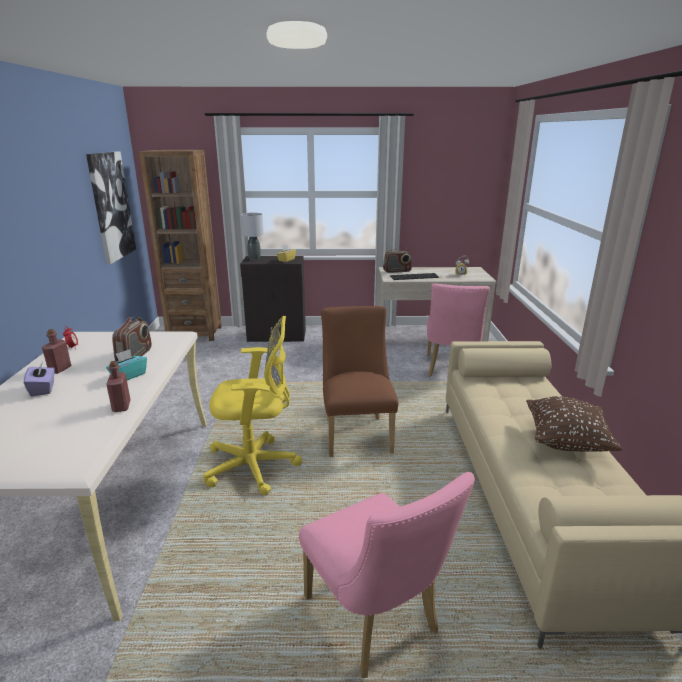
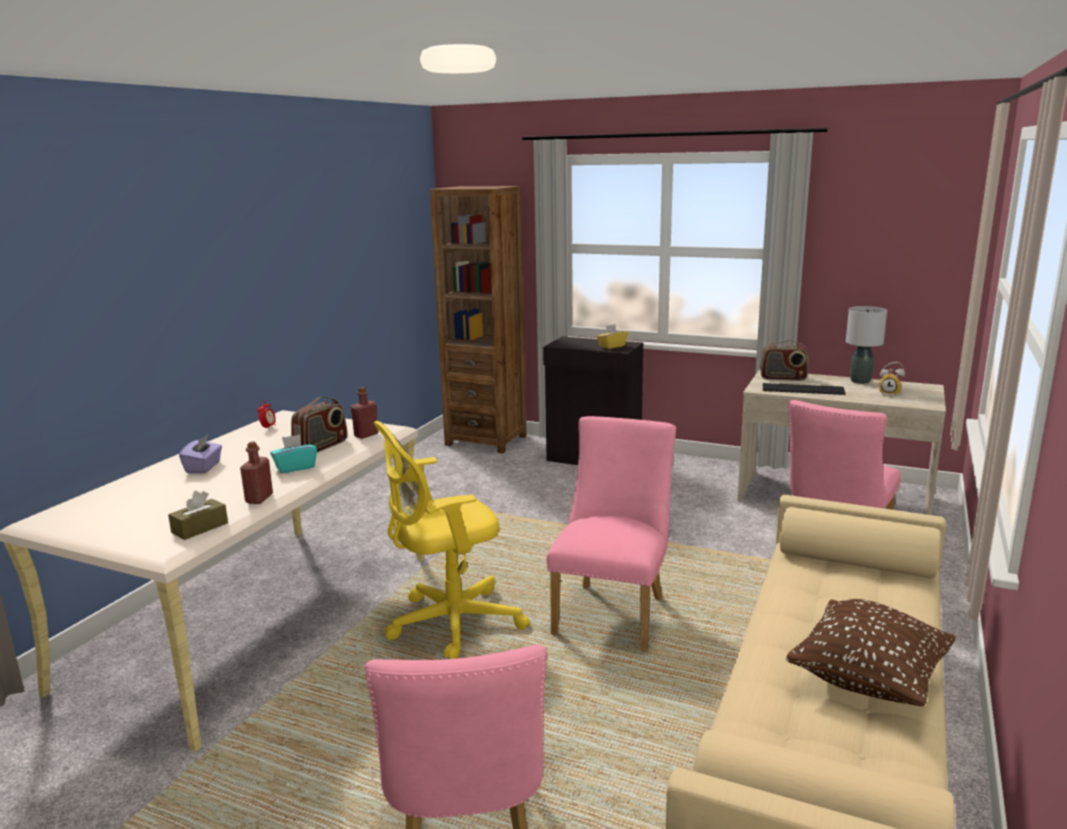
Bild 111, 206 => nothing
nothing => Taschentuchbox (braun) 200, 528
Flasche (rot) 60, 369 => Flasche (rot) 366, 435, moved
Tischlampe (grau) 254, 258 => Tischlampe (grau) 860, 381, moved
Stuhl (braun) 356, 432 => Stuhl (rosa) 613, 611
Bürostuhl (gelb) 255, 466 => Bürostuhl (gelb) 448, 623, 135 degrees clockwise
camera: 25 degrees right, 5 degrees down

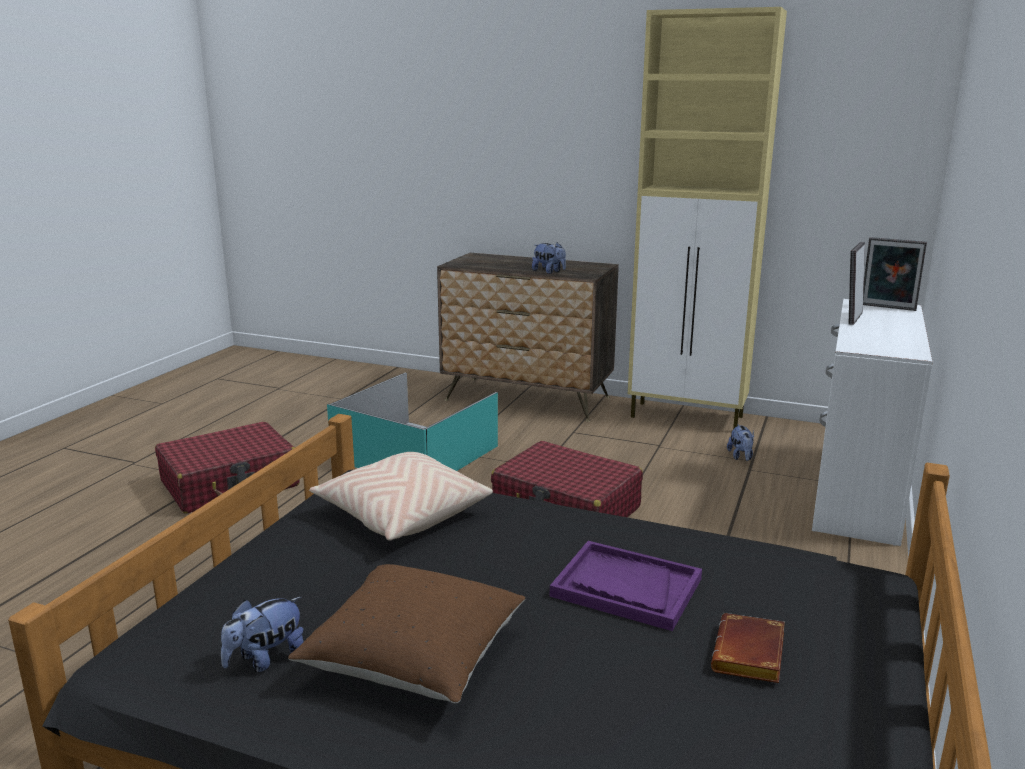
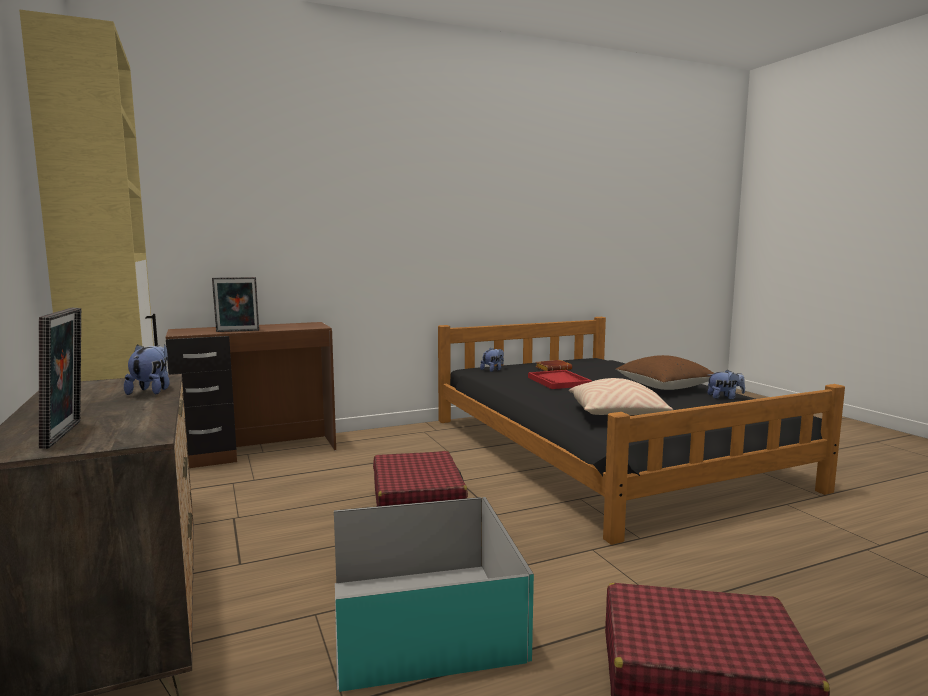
Plüschtier 741, 457 => Plüschtier 493, 370, moved
Bilderrahmen 887, 308 => Bilderrahmen 68, 434, moved
Tablett (lila) 626, 588 => Tablett (rot) 559, 381
Schreibtisch (weiß) 855, 491 => Schreibtisch (braun) 258, 452
camera: 135 degrees left, 10 degrees down

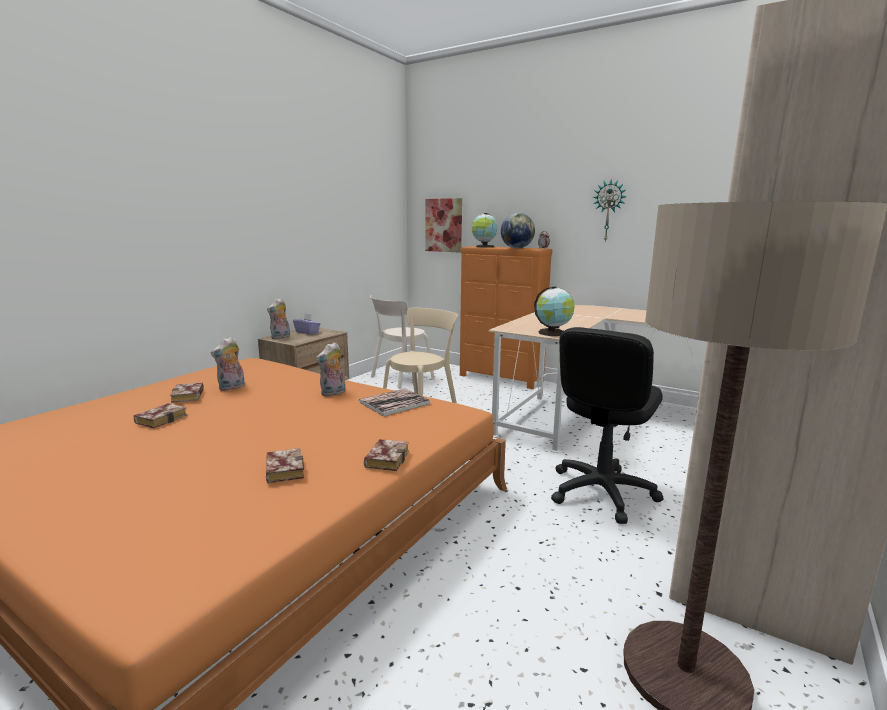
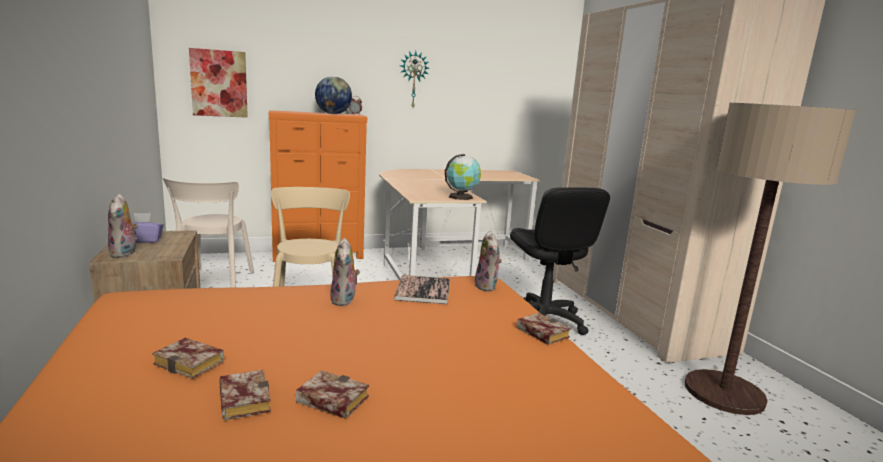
Globus 484, 247 => nothing
Plüschtier 232, 387 => Plüschtier 487, 287, moved
Buch 283, 469 => Buch 329, 400, moved
camera: 50 degrees left, 0 degrees up

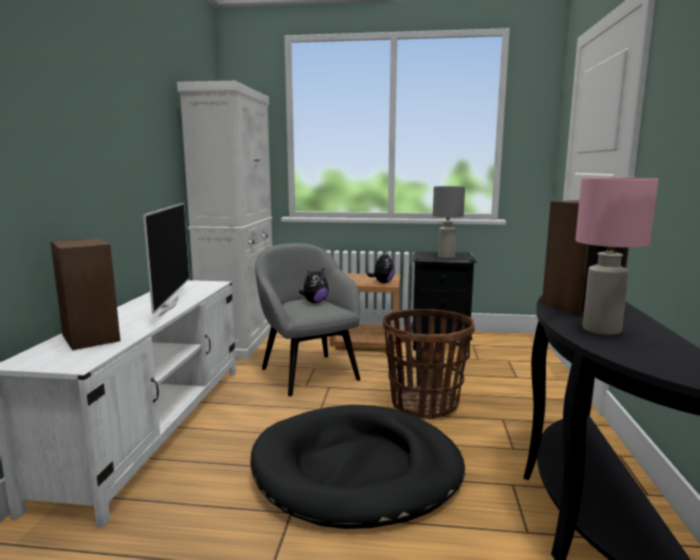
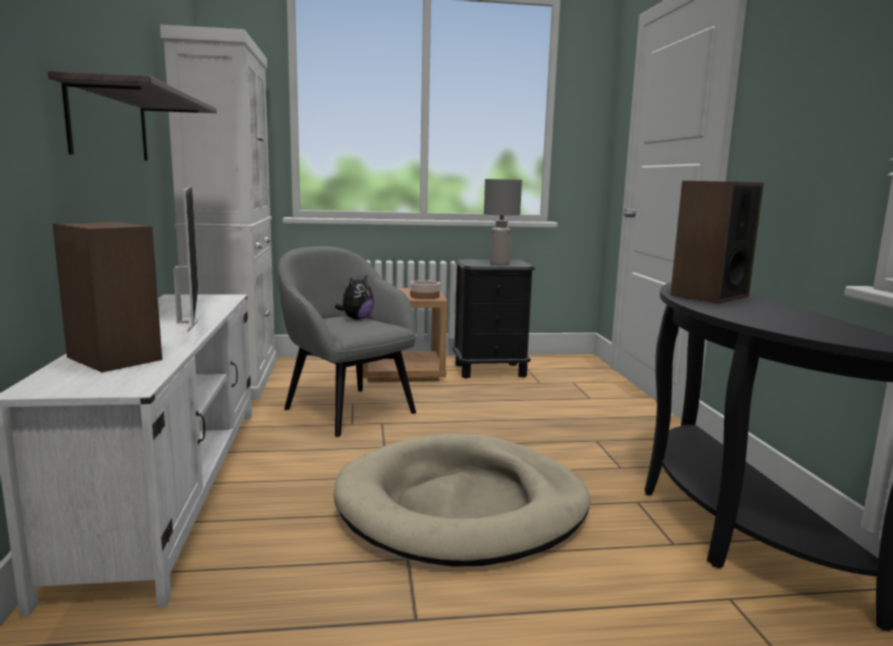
Korb 424, 404 => nothing
Tischlampe (rosa) 600, 329 => nothing
nothing => Wandregal 110, 125
Plüschtier 382, 282 => Schüssel 424, 296
Hundebett (schwarz) 357, 470 => Hundebett (beige) 462, 506
camera: 15 degrees left, 0 degrees up

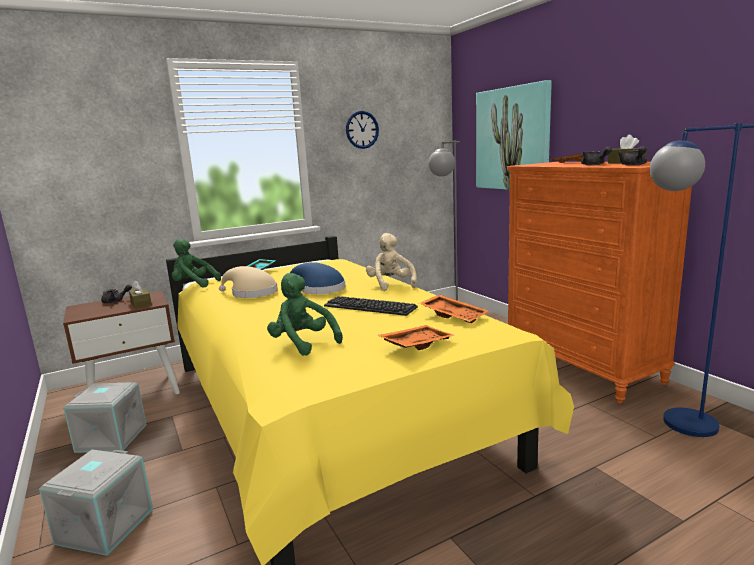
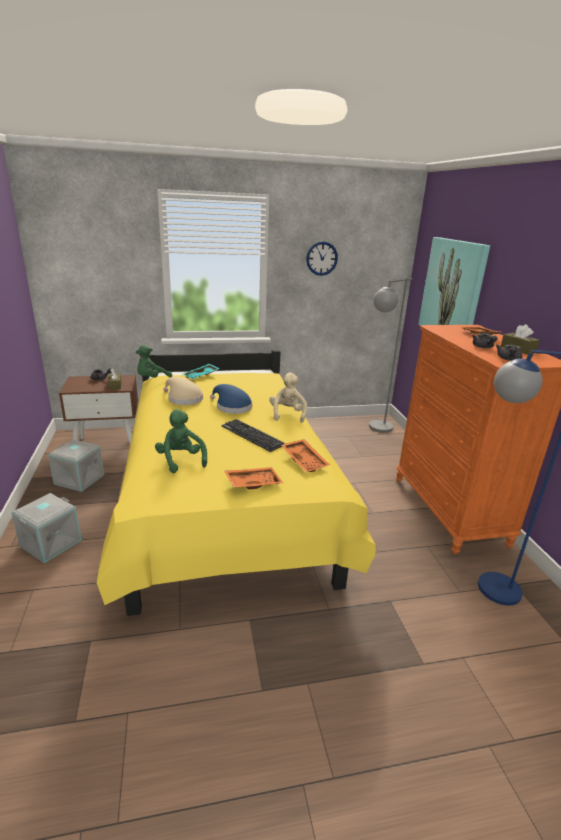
Plüschtier (grün) 193, 285 => Plüschtier (grün) 152, 379, 75 degrees counterclockwise
camera: 15 degrees right, 10 degrees up

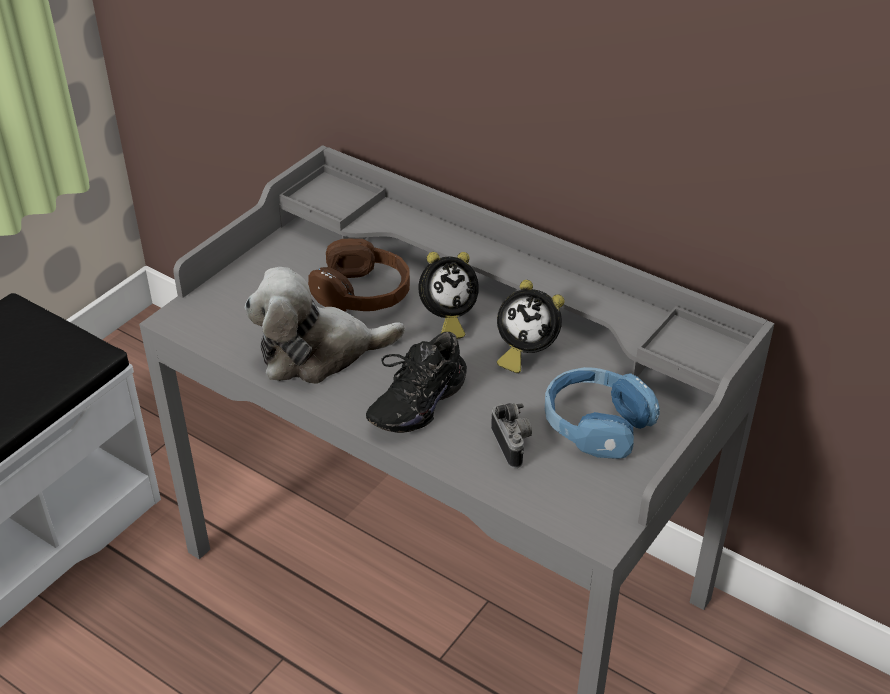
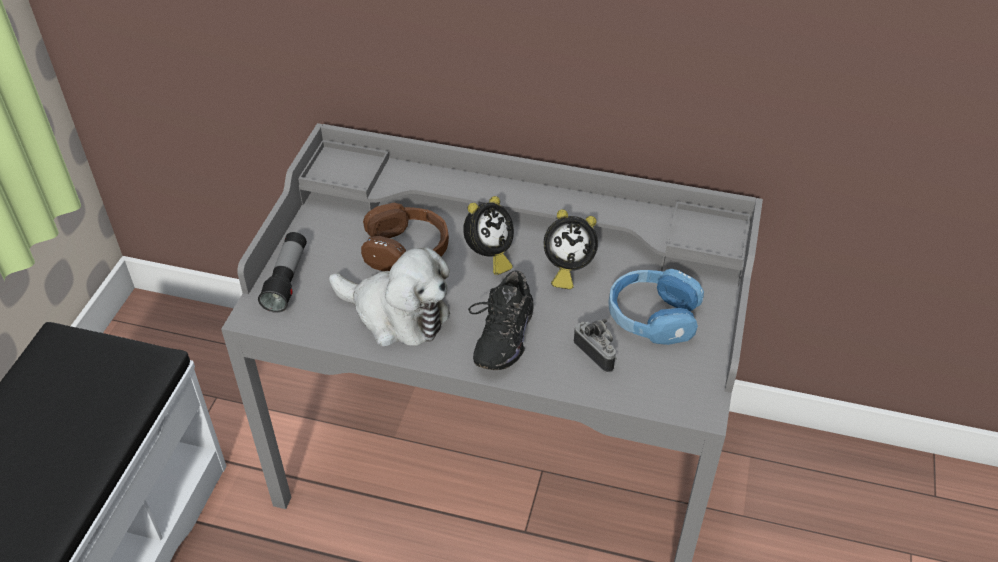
nothing => Taschenlampe 287, 280
Plüschtier 318, 353 => Plüschtier 396, 314, 120 degrees counterclockwise
camera: 20 degrees left, 5 degrees up

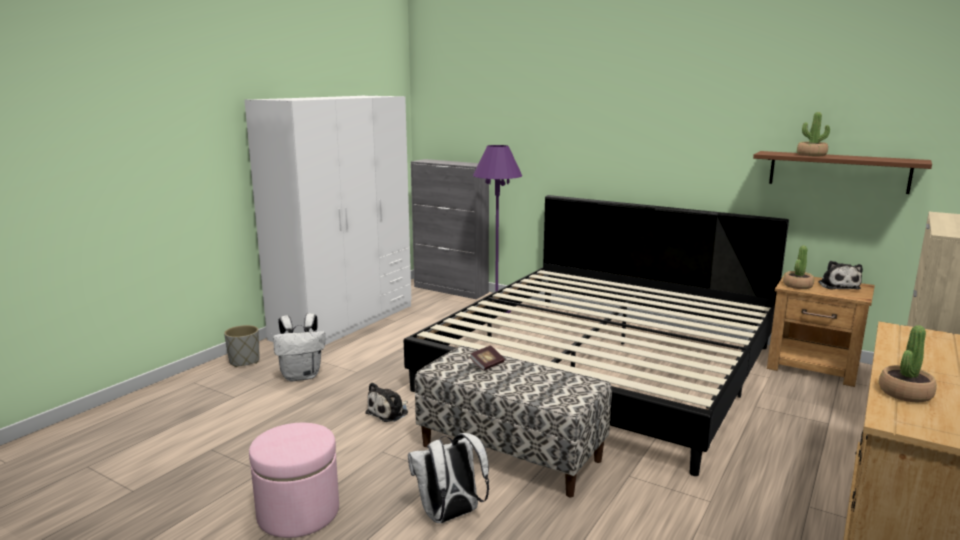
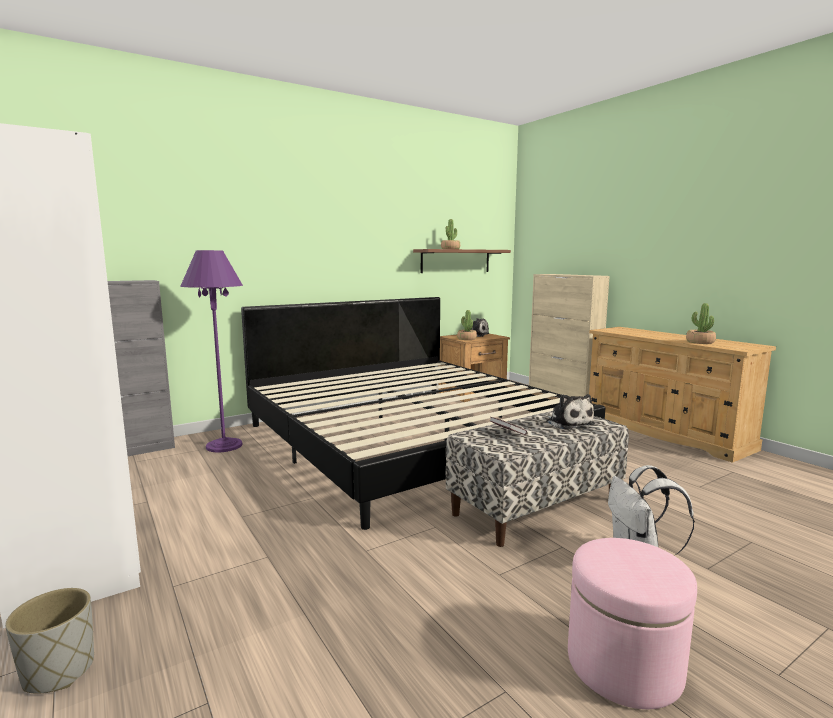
Rucksack (weiß) 302, 376 => nothing
Plüschtier 389, 412 => Plüschtier 568, 423, moved
camera: 65 degrees left, 5 degrees down

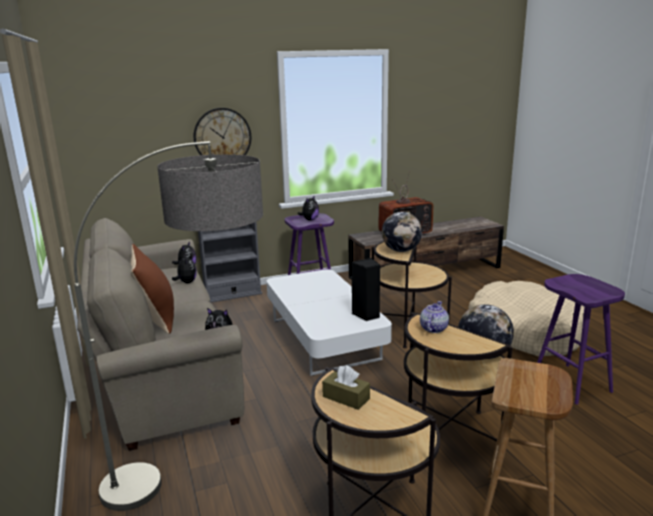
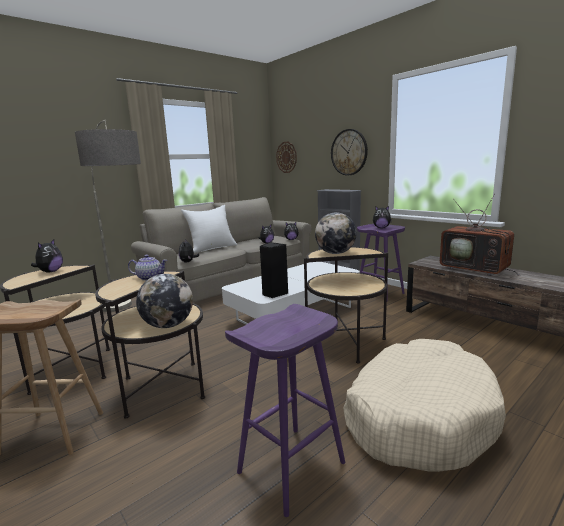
nothing => Wanduhr 286, 157
Taschentuchbox (braun) 346, 397 => Plüschtier 50, 272
Kissen (braun) 155, 318 => Kissen (weiß) 212, 248
camera: 70 degrees right, 5 degrees down

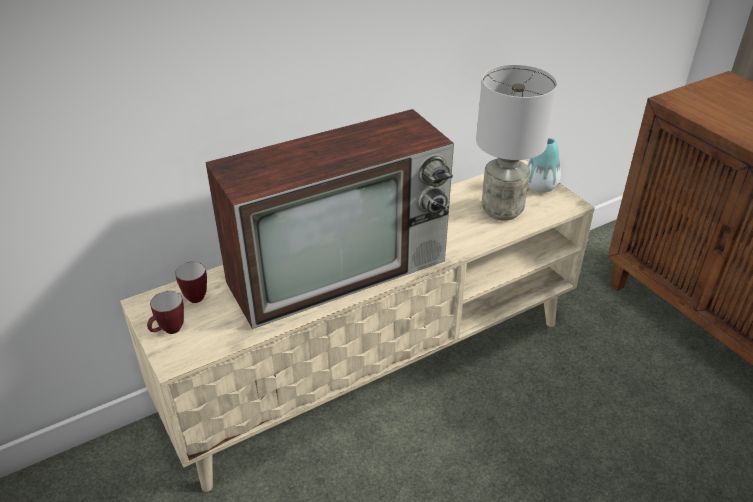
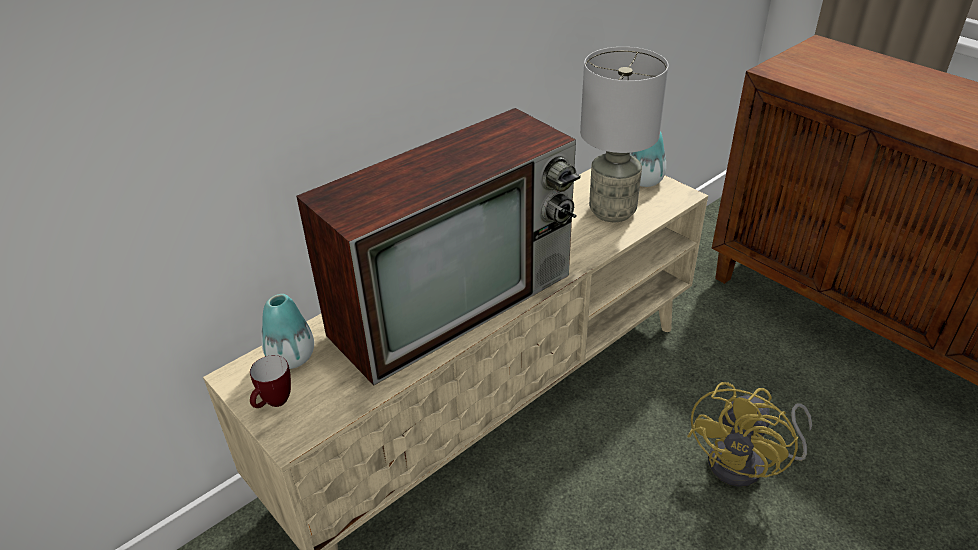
nothing => Ventilator (gelb) 747, 464
Henkelbecher 193, 296 => Vase 292, 358
camera: 10 degrees left, 0 degrees up

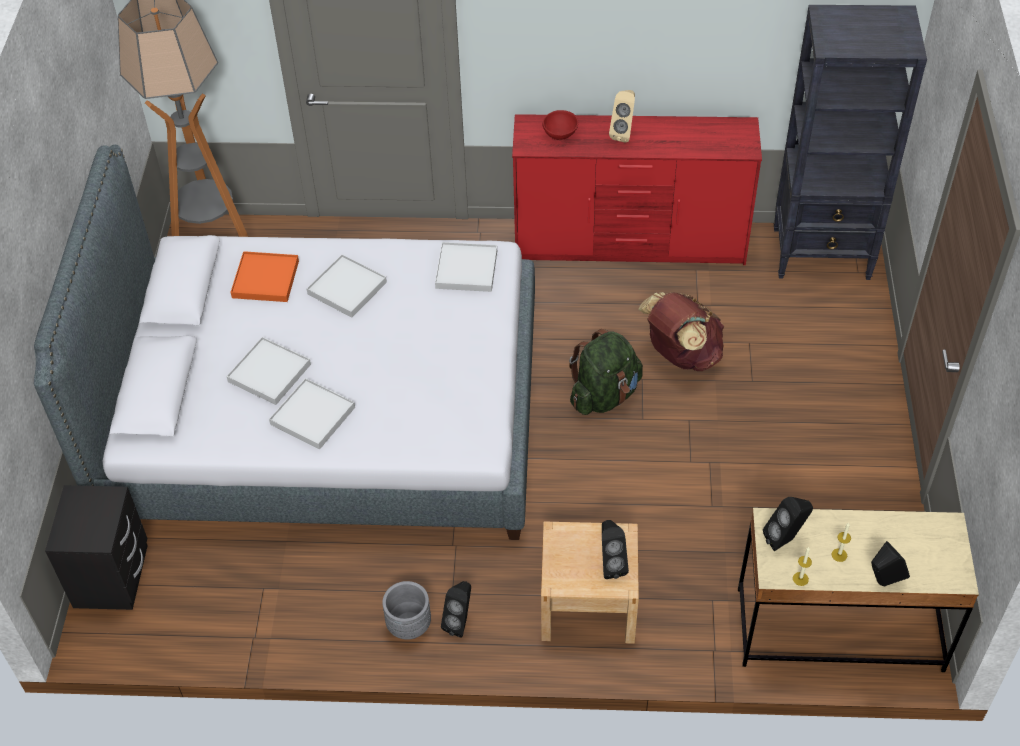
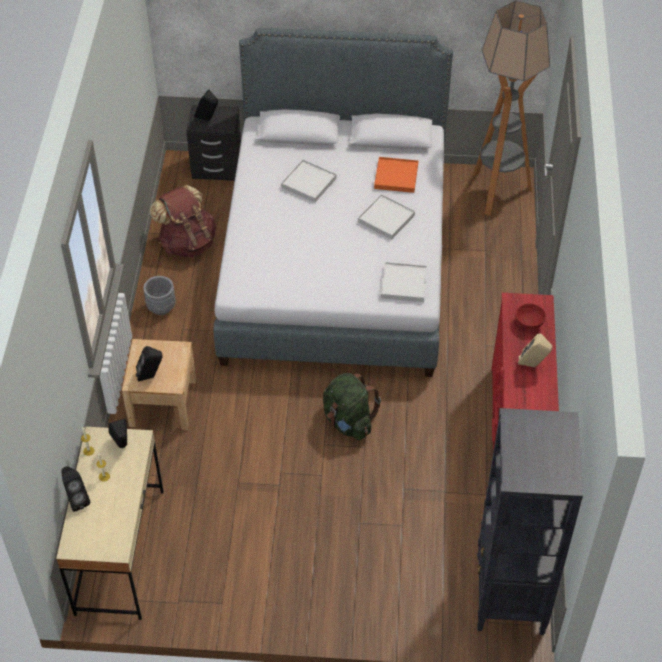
Tablett (weiß) 312, 416 => nothing
Lautsprecher (schwarz) 460, 622 => Lautsprecher (schwarz) 208, 119, moved
Rucksack (braun) 681, 355 => Rucksack (braun) 187, 243, moved
camera: 90 degrees right, 0 degrees up

